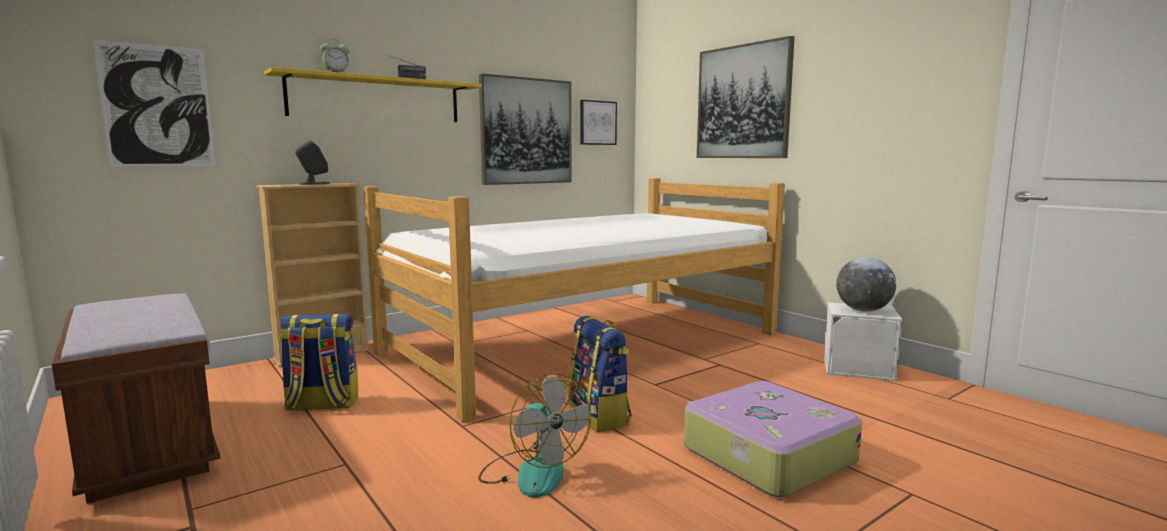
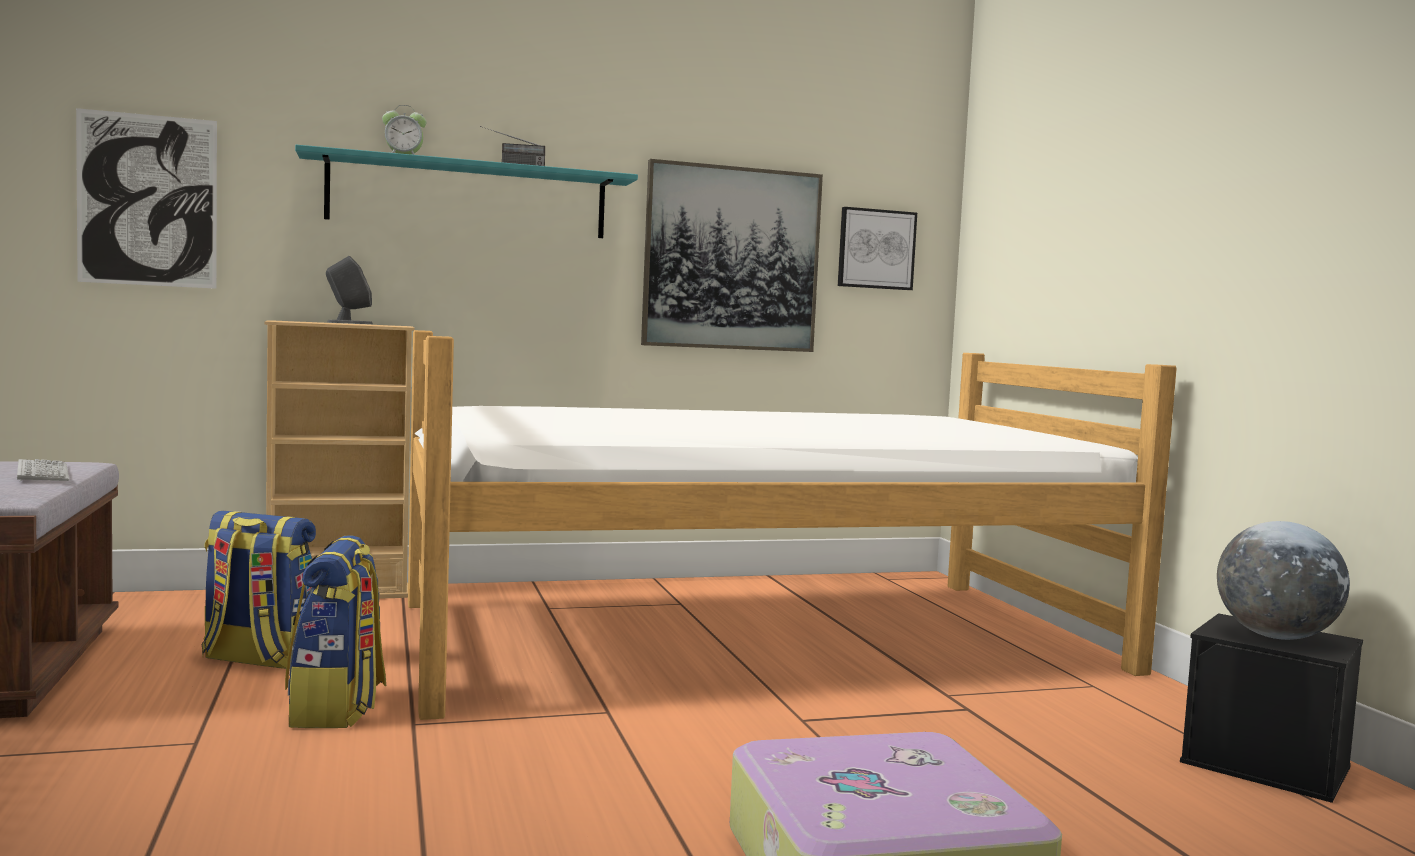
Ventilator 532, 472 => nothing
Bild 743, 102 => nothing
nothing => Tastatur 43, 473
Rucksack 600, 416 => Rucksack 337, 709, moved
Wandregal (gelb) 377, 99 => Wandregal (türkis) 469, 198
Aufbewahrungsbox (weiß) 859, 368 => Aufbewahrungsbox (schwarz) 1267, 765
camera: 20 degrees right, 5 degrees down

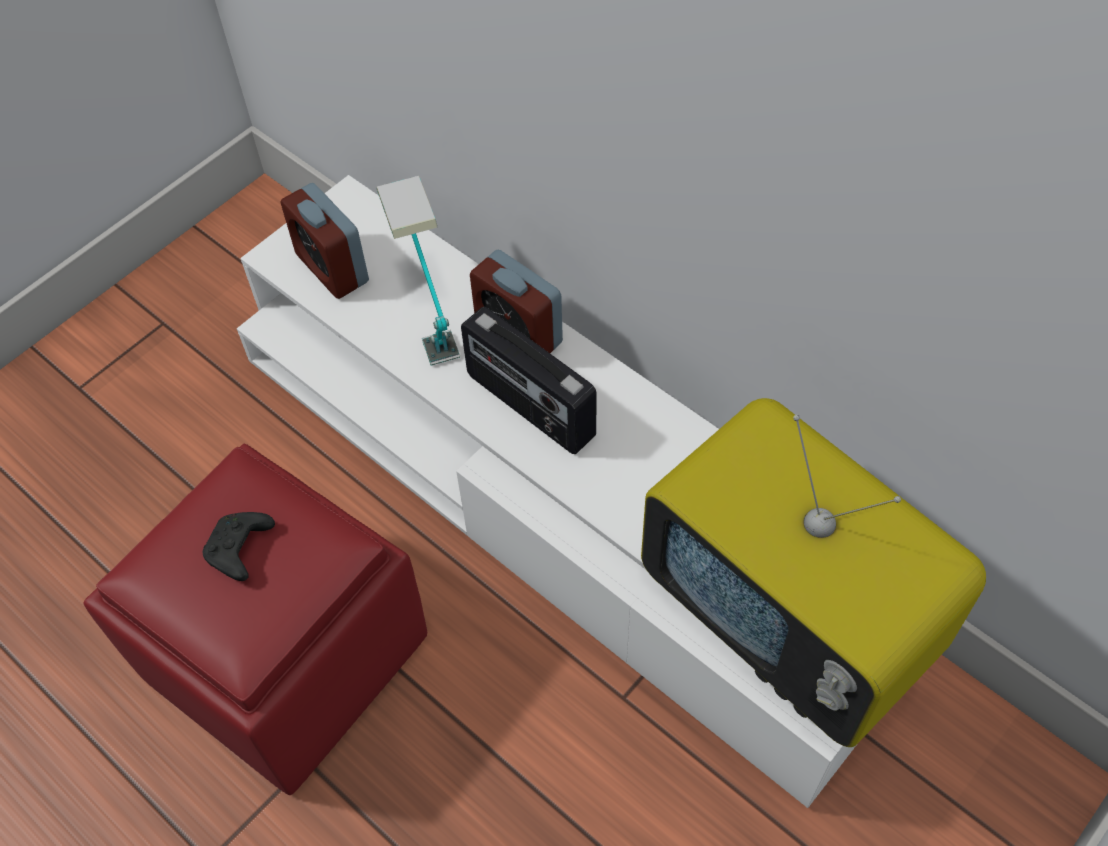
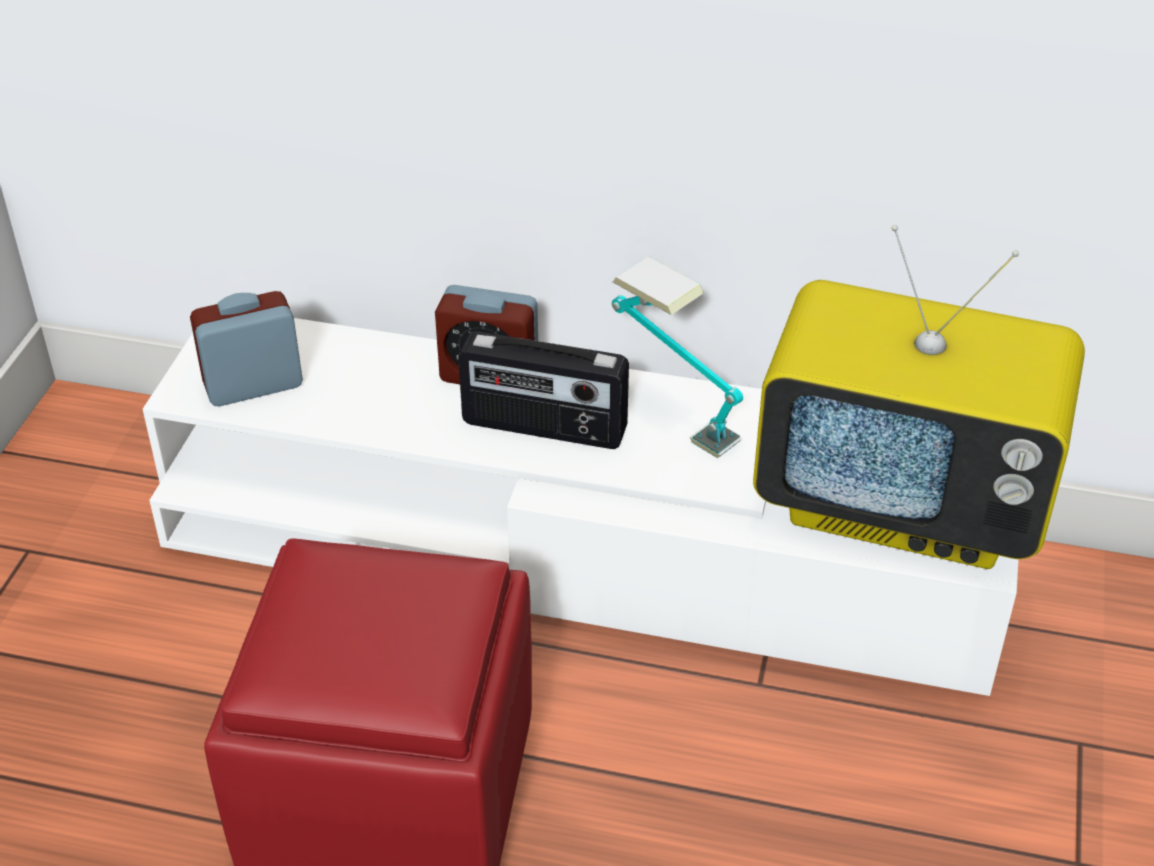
Gamepad (schwarz) 240, 551 => nothing
Tischlampe 427, 311 => Tischlampe 671, 415, moved
Wecker 332, 268 => Wecker 253, 385, 135 degrees clockwise
camera: 30 degrees left, 15 degrees down

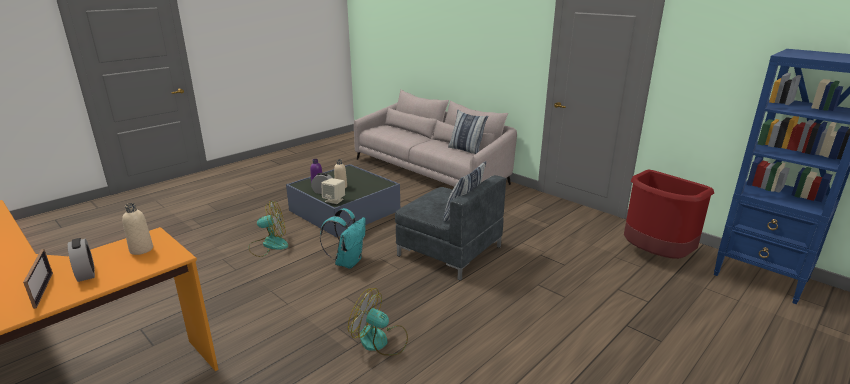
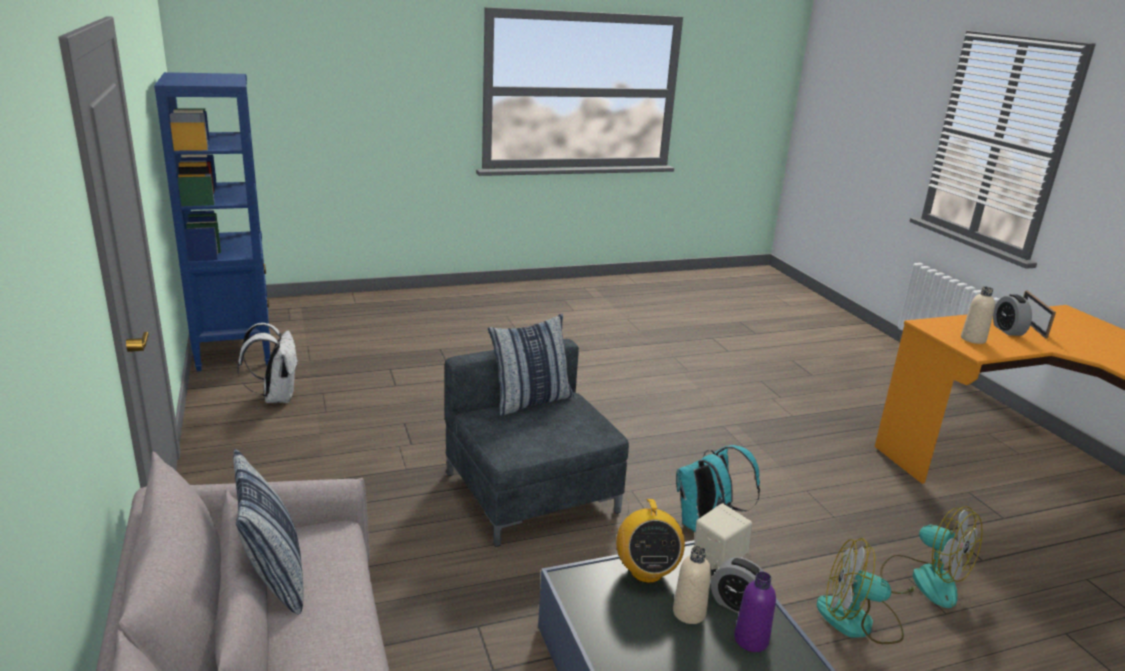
nothing => Radio 646, 572
Ventilator 380, 341 => Ventilator 923, 580, moved
Mülleimer (rot) 655, 255 => Rucksack (weiß) 276, 397
camera: 155 degrees left, 0 degrees up

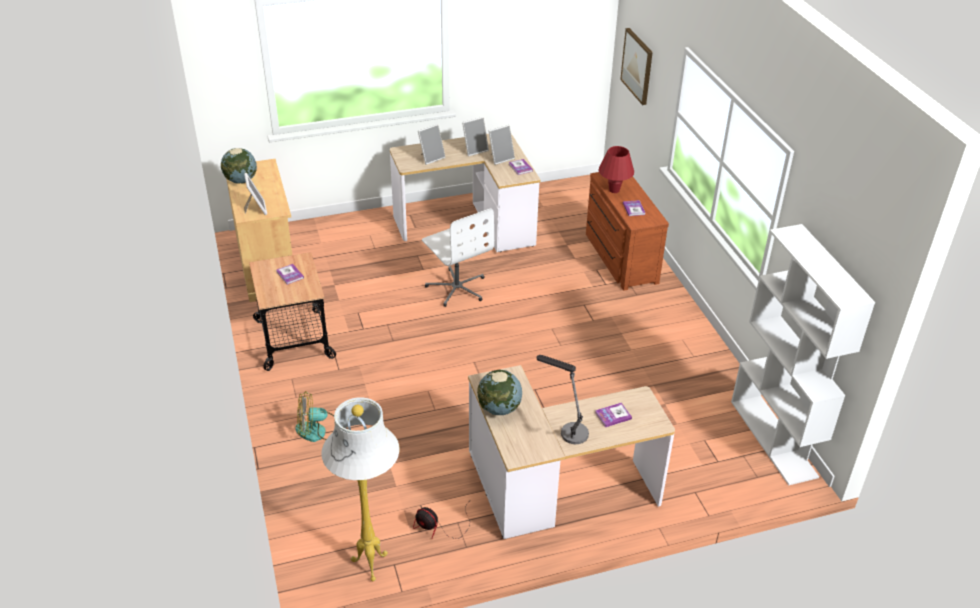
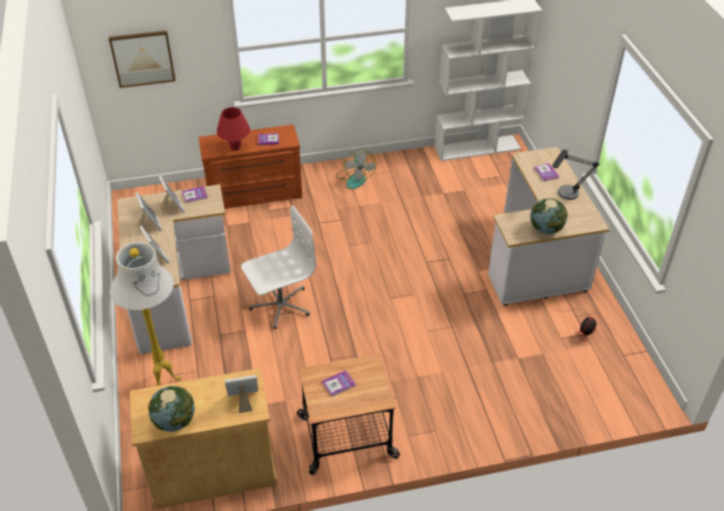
Ventilator 318, 431 => Ventilator 355, 178, moved
Stehlampe (weiß) 371, 566 => Stehlampe (weiß) 165, 381, moved
camera: 85 degrees left, 5 degrees up

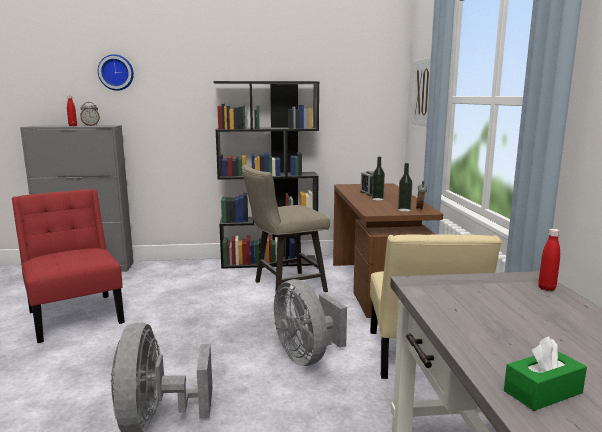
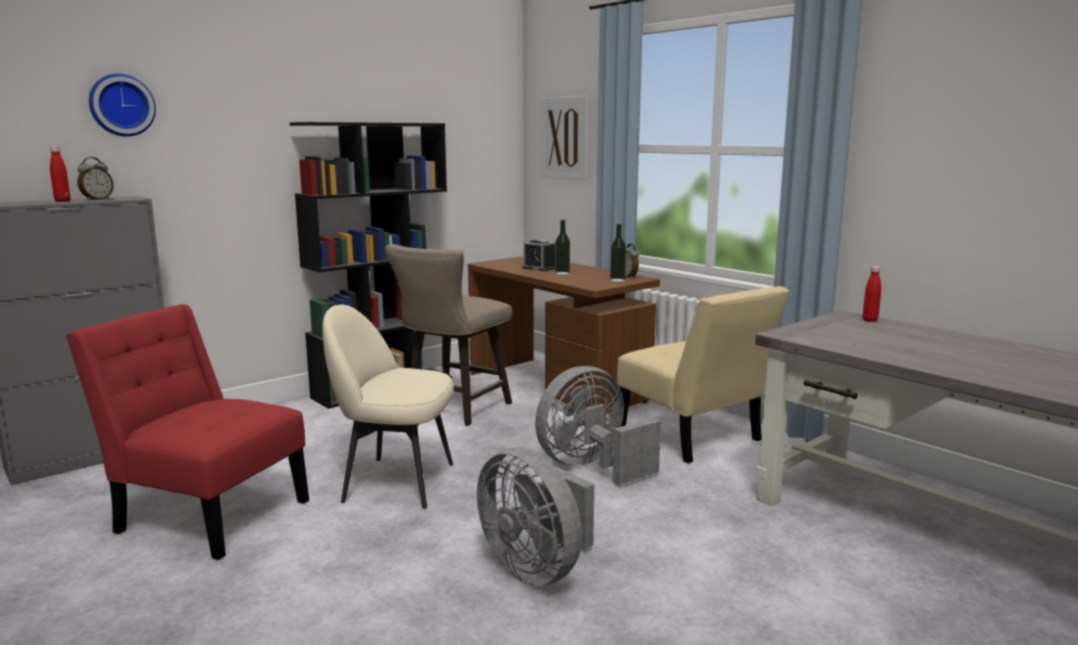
Taschentuchbox (grün) 543, 392 => nothing
nothing => Stuhl (beige) 395, 481
Ventilator (grau) 306, 356 => Ventilator (grau) 591, 467, 120 degrees clockwise
camera: 35 degrees left, 0 degrees up

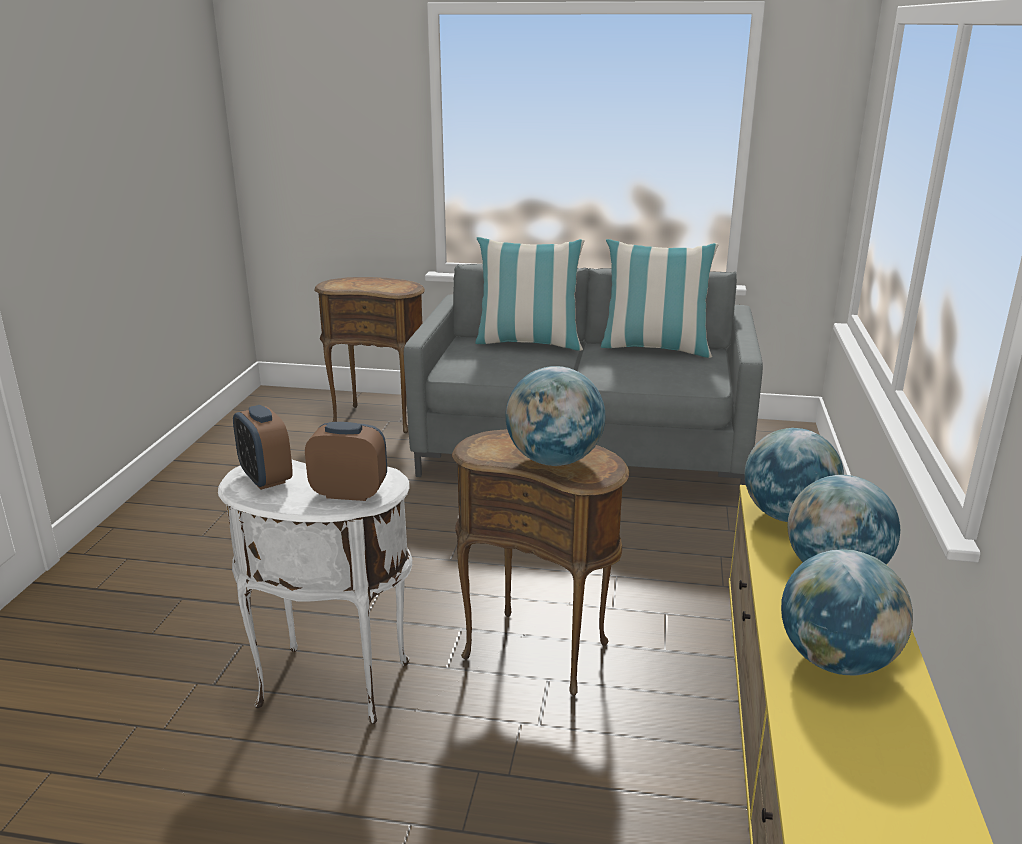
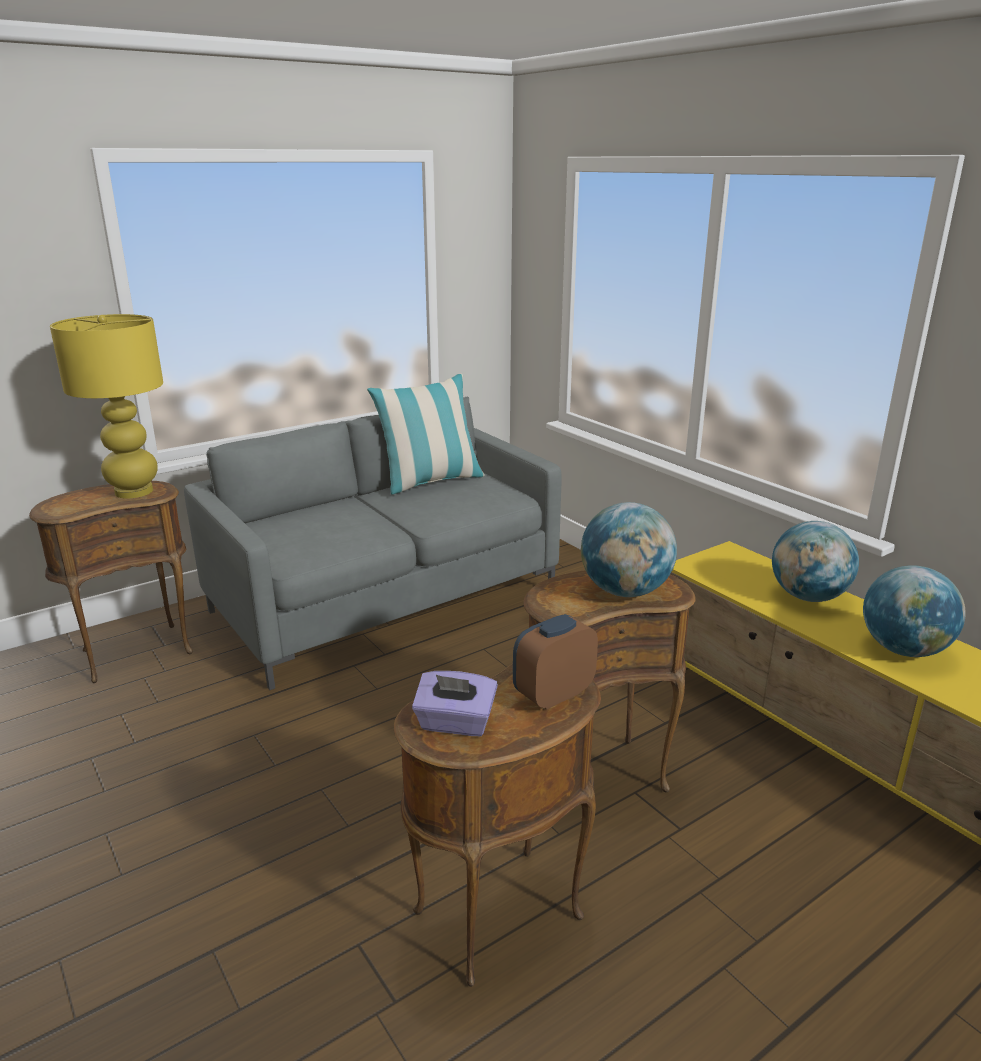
Kissen 528, 343 => nothing
Globus 787, 516 => nothing
nothing => Tischlampe (gelb) 135, 491
Wecker 266, 478 => Taschentuchbox (lila) 455, 723
Beistelltisch (weiß) 331, 688 => Beistelltisch (braun) 502, 918
camera: 45 degrees left, 0 degrees up

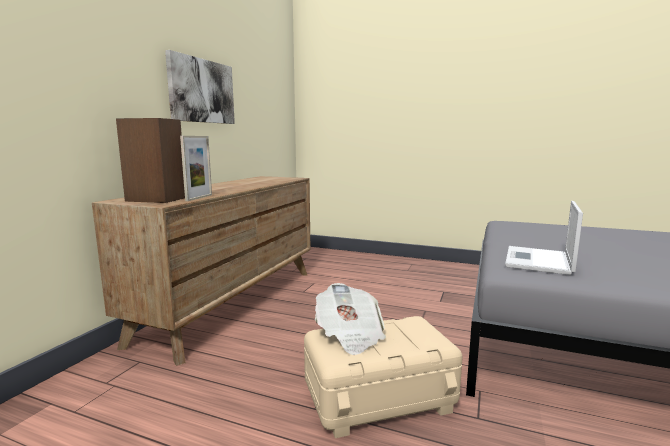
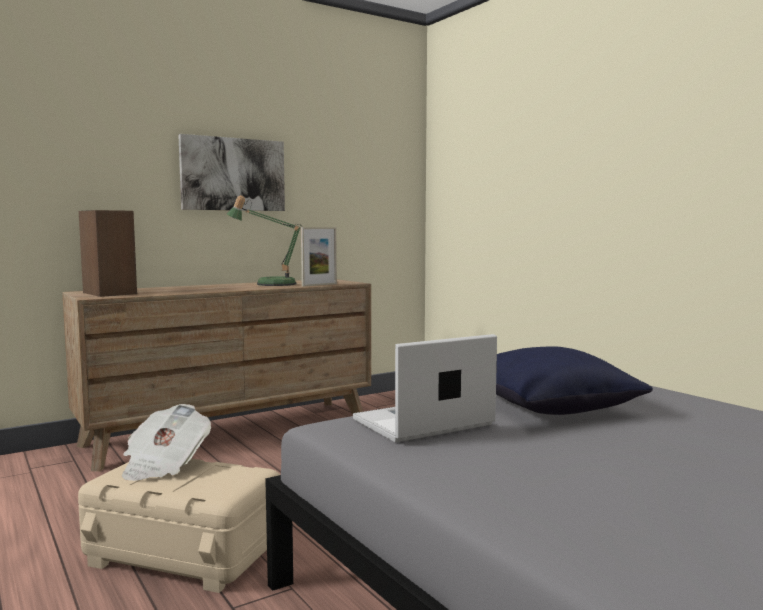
nothing => Tischlampe 269, 284
nothing => Kissen (blau) 550, 407
Bilderrahmen 199, 198 => Bilderrahmen 319, 285, moved
camera: 35 degrees right, 5 degrees down

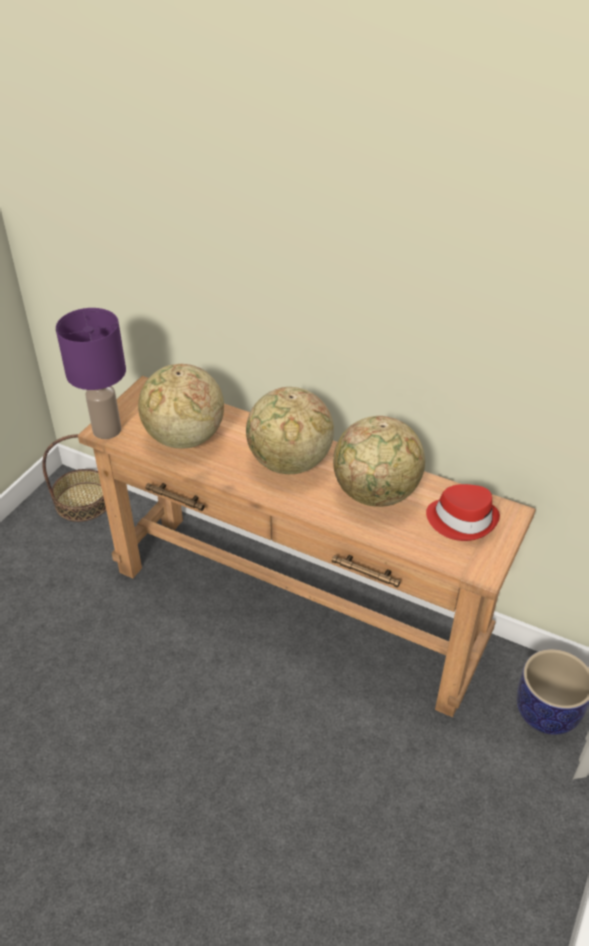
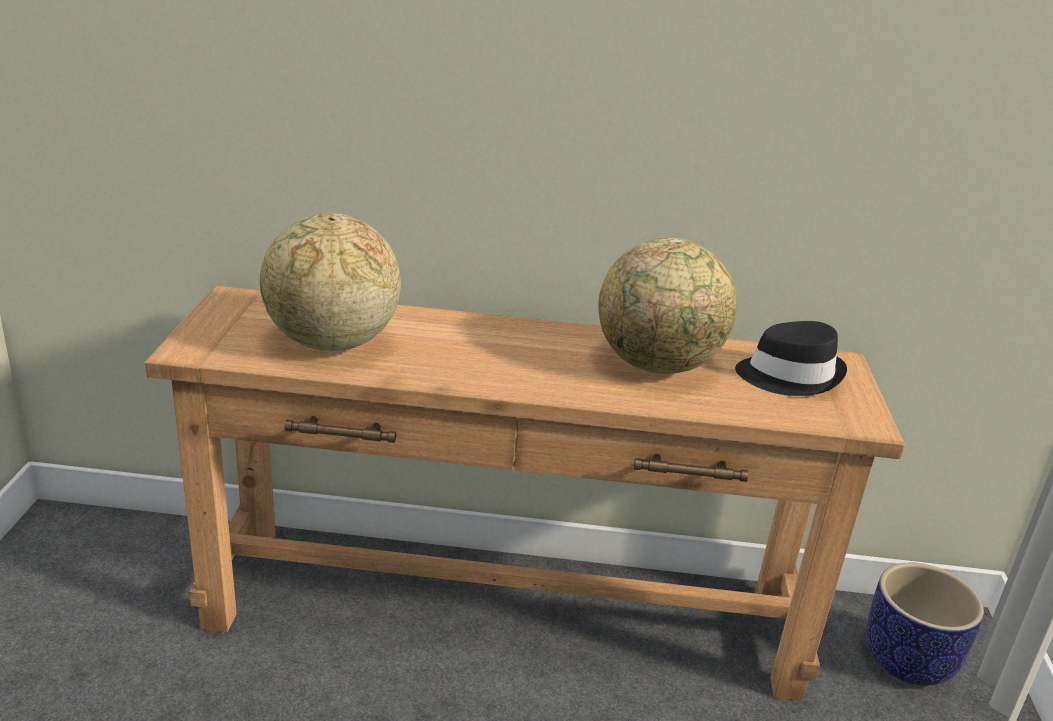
Korb 83, 501 => nothing
Tischlampe (lila) 108, 430 => nothing
Globus 289, 463 => nothing
Hut (rot) 462, 519 => Hut (schwarz) 789, 375
camera: 25 degrees left, 15 degrees down

